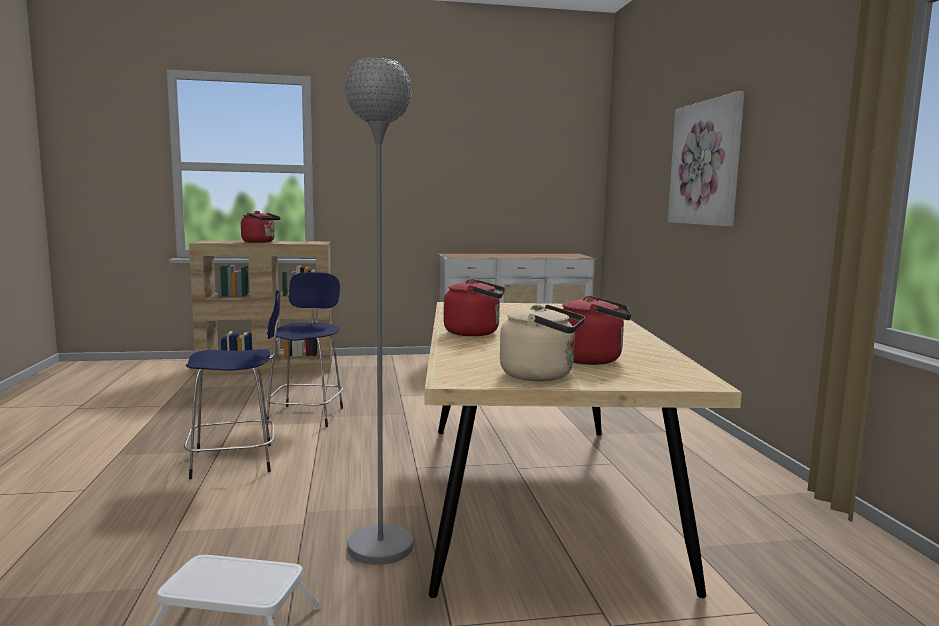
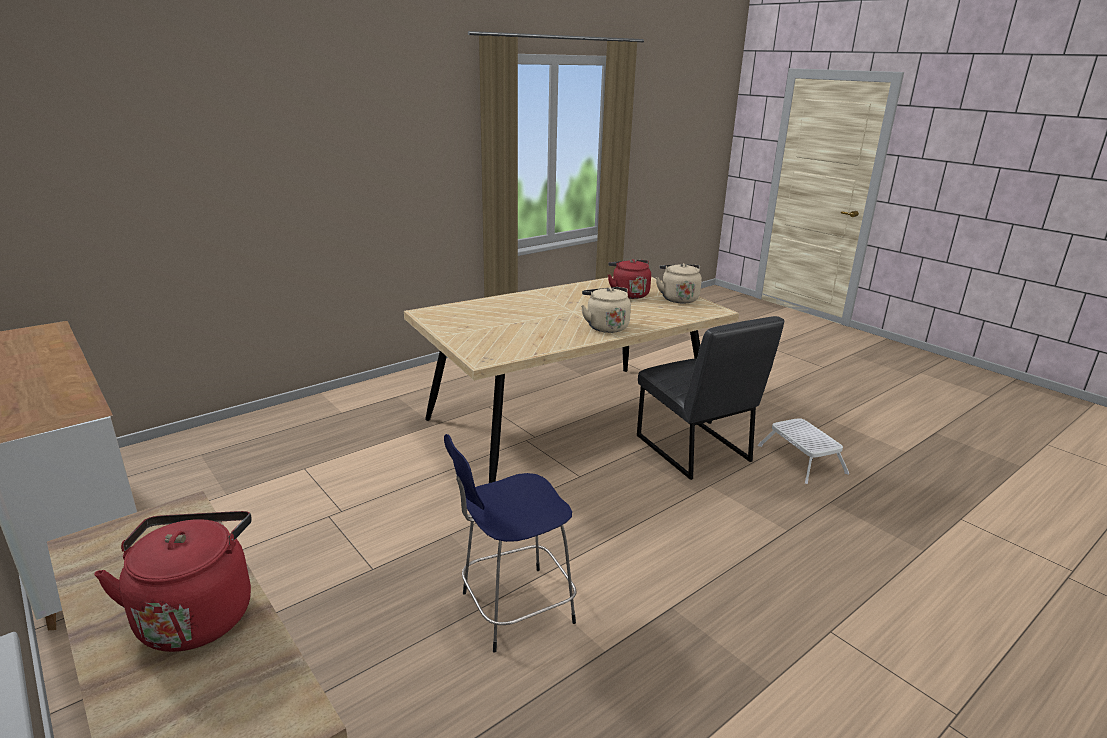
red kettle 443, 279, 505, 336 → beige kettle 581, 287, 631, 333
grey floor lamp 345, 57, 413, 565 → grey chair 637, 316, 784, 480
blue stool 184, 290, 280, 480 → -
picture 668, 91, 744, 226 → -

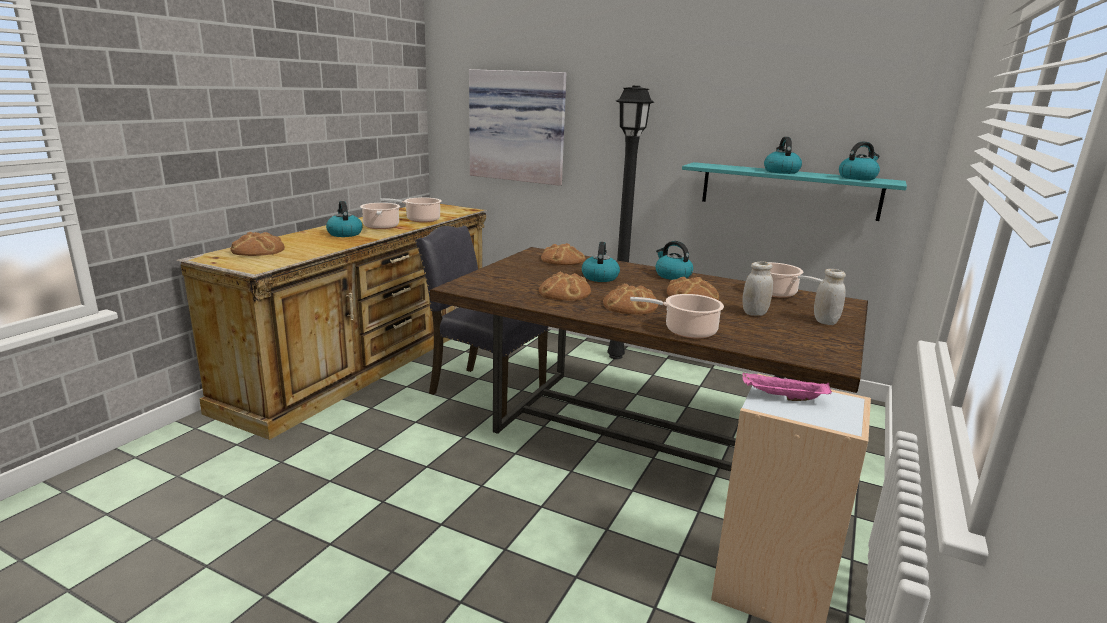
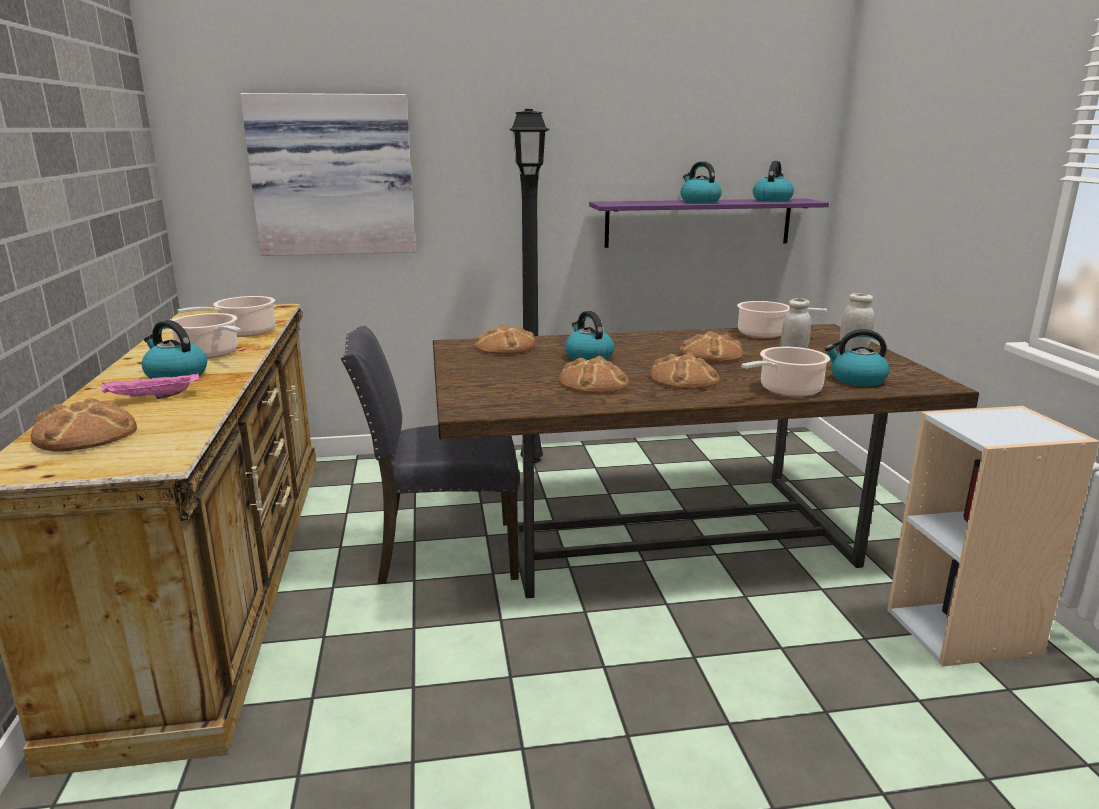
pink tray 742, 372, 832, 401 → pink tray 101, 372, 199, 399, shifted
turquoise shelf 682, 162, 907, 221 → purple shelf 589, 199, 829, 248
kettle 655, 241, 693, 280 → kettle 825, 329, 889, 387, shifted

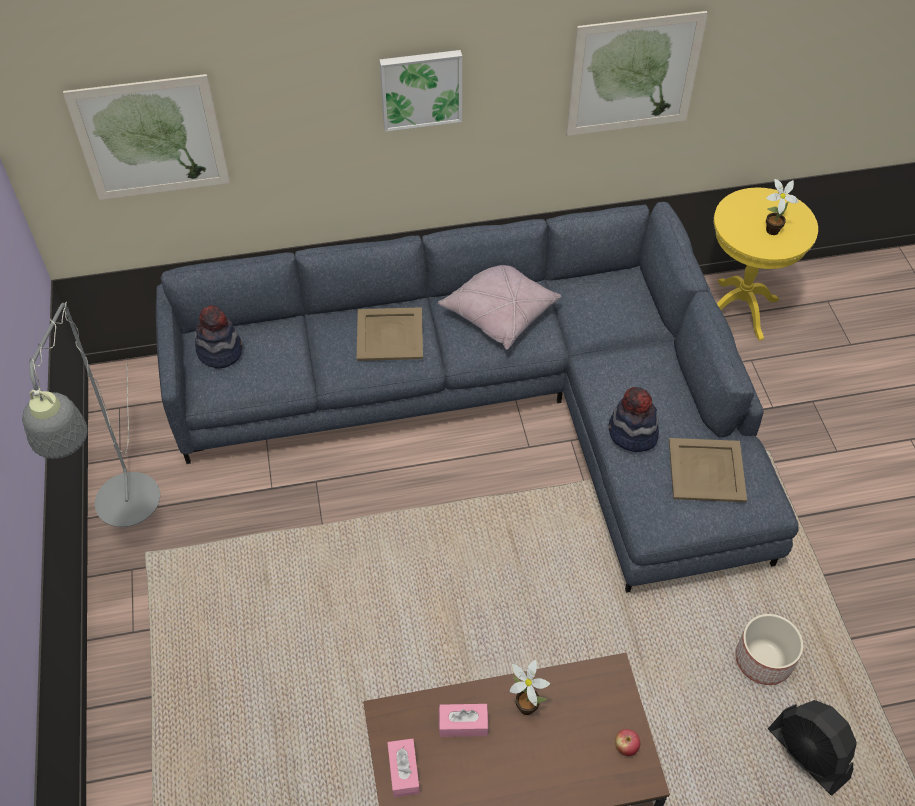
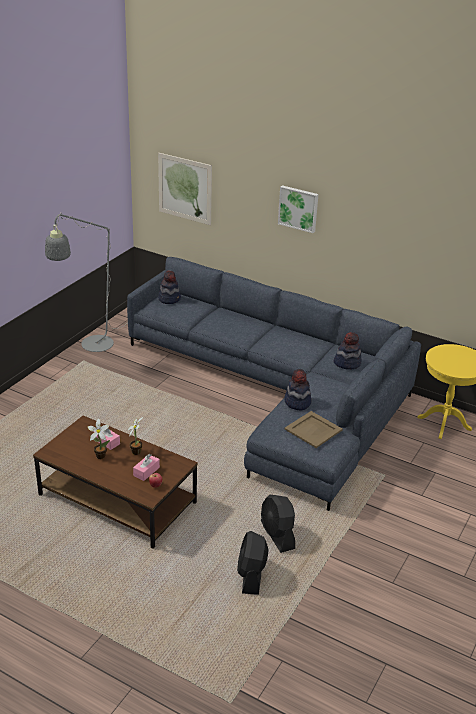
potted plant 766, 179, 799, 235 → potted plant 88, 418, 110, 459, shifted
pink tissue box 387, 738, 420, 797 → pink tissue box 133, 454, 160, 481, shifted
planter 736, 614, 803, 685 → black fan 261, 494, 295, 553
- → hat 334, 332, 361, 369
beige tray 357, 307, 423, 361 → -
purple pillow 438, 265, 561, 350 → -
picture 567, 11, 708, 136 → -

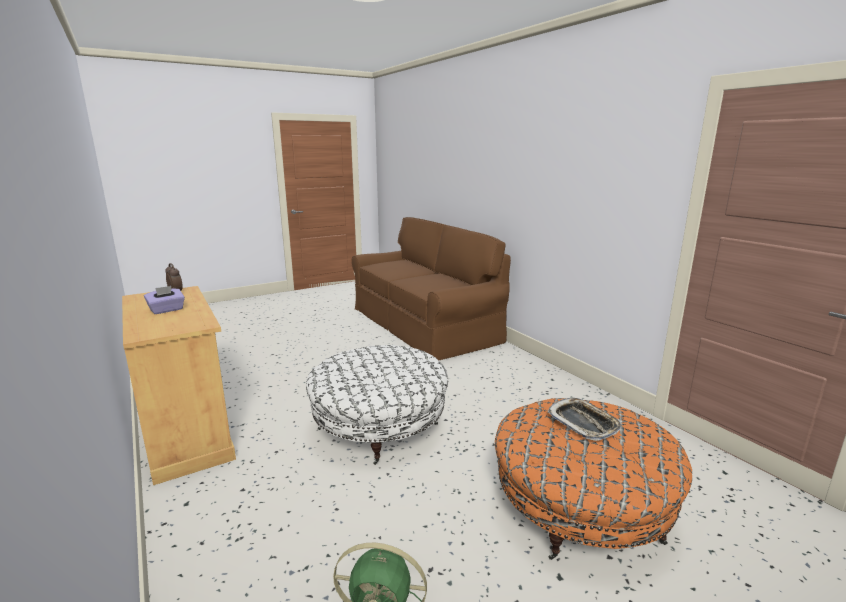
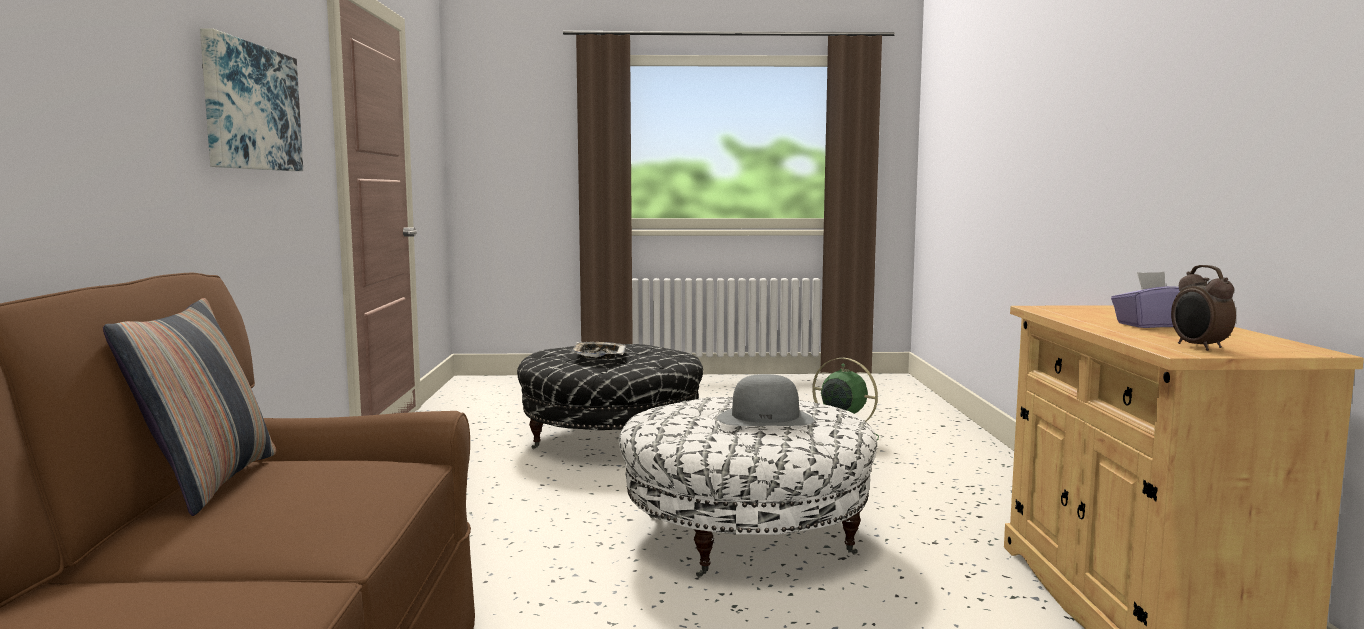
- → pillow 103, 298, 276, 516
- → picture 200, 28, 303, 171
orange ottoman 495, 398, 692, 560 → black ottoman 517, 344, 703, 449
- → grey hat 717, 374, 814, 426

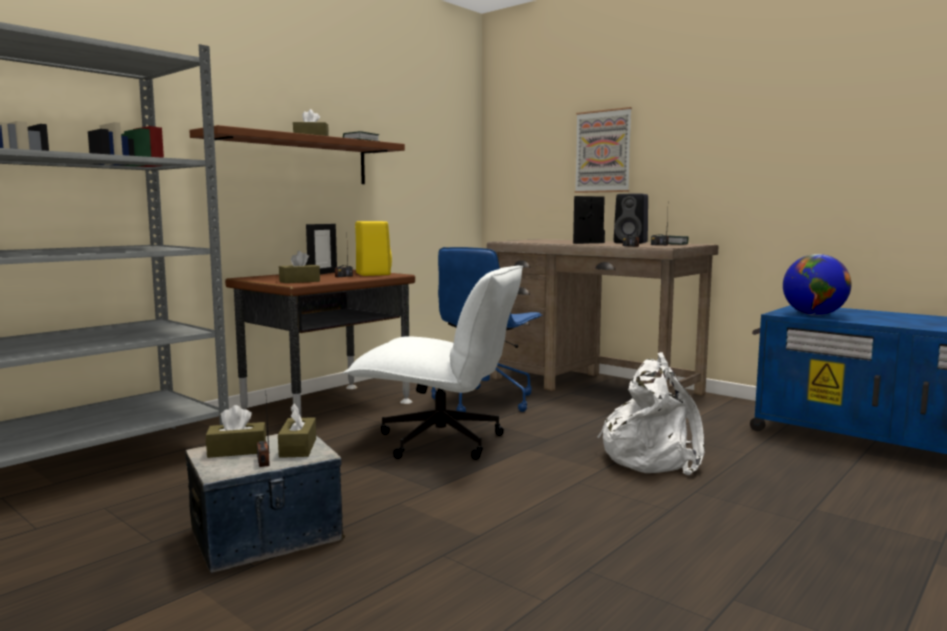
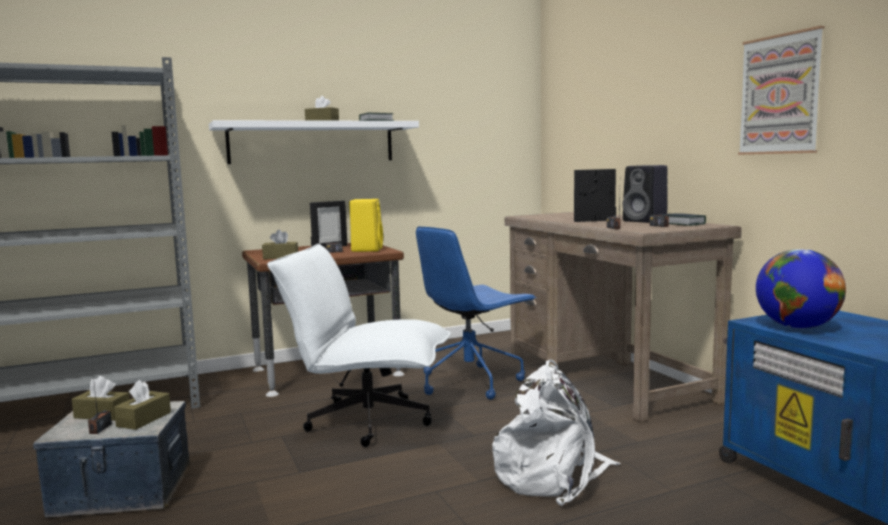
brown shelf 189, 125, 405, 184 → white shelf 209, 120, 419, 164
white office chair 343, 266, 523, 460 → white office chair 267, 244, 451, 447, 150 degrees clockwise
picture 575, 107, 632, 193 → picture 738, 26, 824, 155, shifted

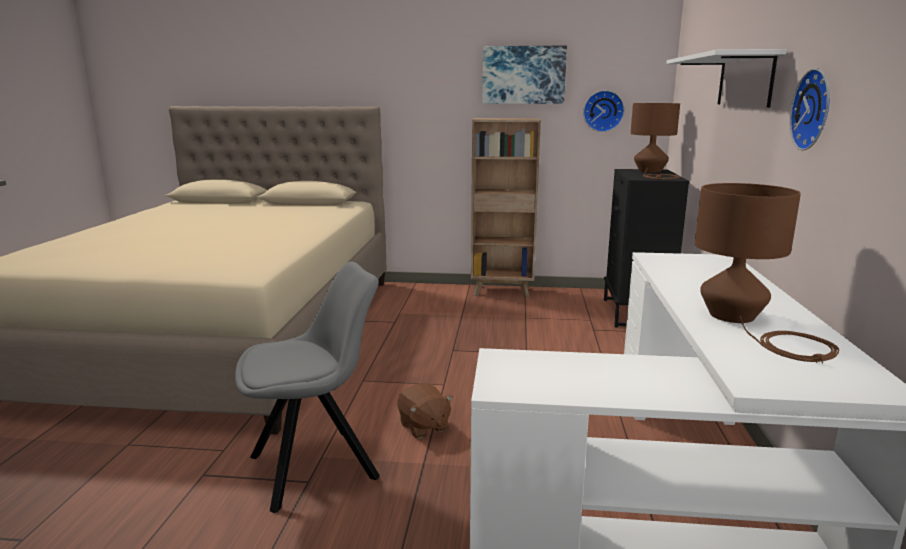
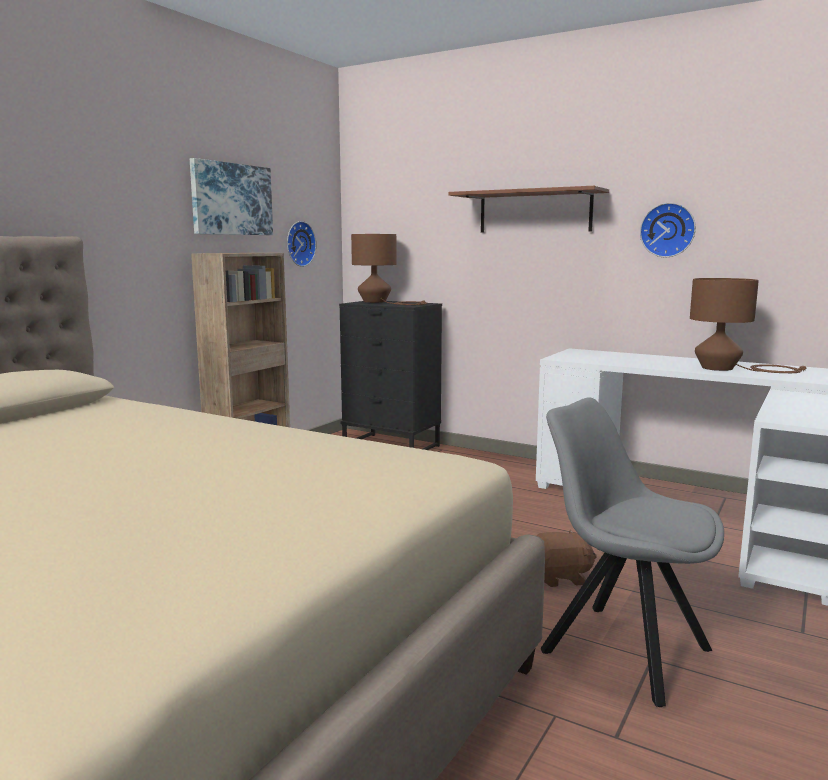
white shelf 666, 49, 787, 108 → brown shelf 449, 186, 609, 233
grey chair 235, 262, 380, 513 → grey chair 541, 397, 724, 707, 45 degrees counterclockwise

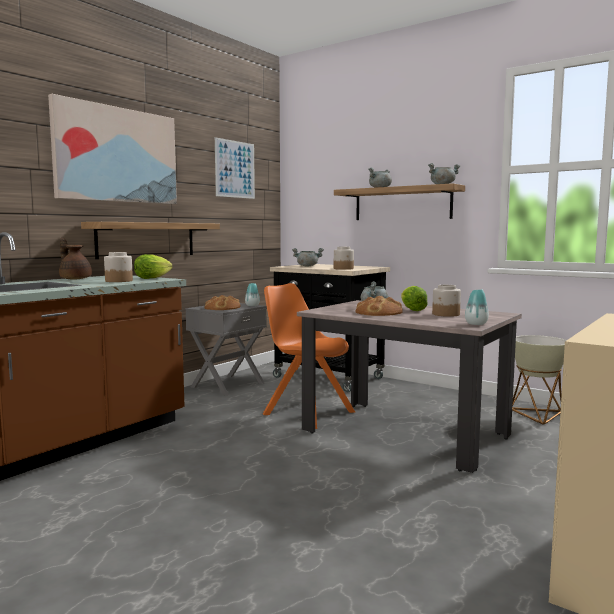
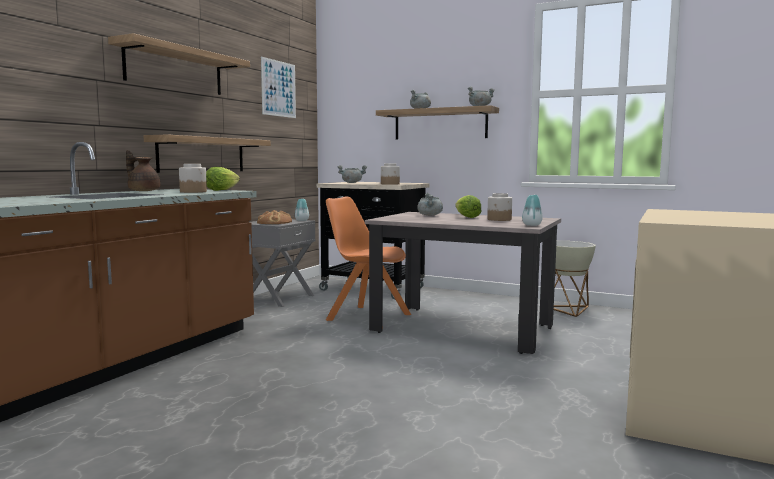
picture 48, 94, 177, 204 → shelf 108, 33, 250, 95
bread 355, 296, 403, 316 → -

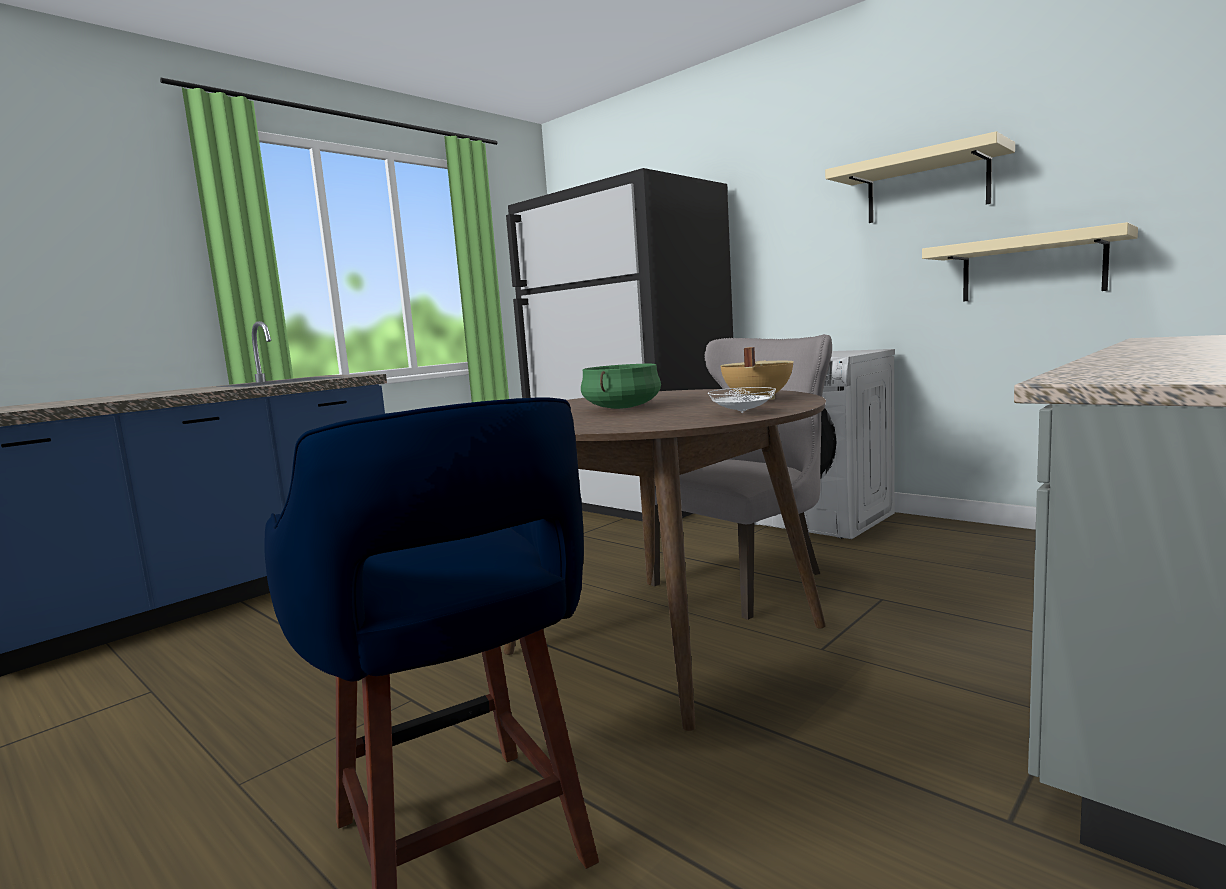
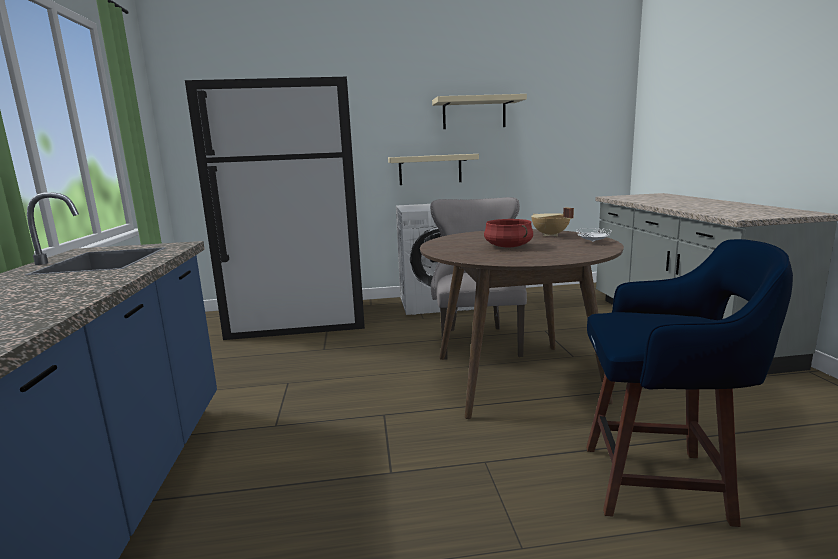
beige shelf 922, 222, 1138, 302 → beige shelf 388, 154, 479, 185, shifted
green cooking pot 581, 364, 661, 409 → red cooking pot 484, 219, 533, 248

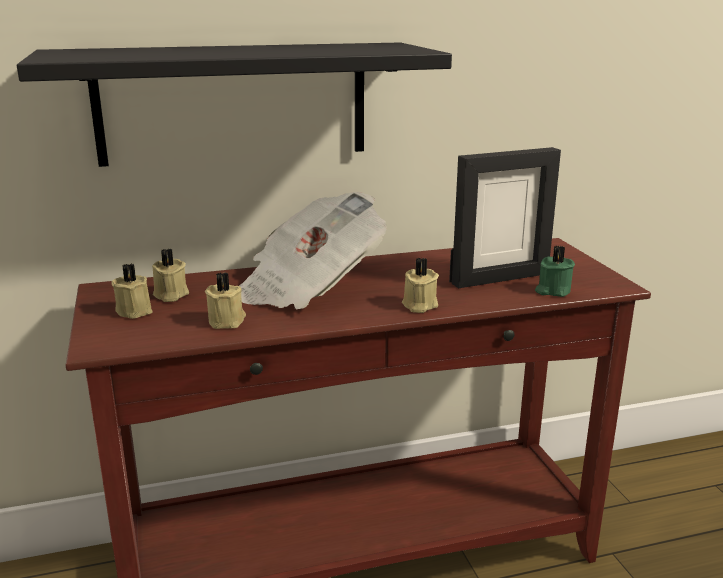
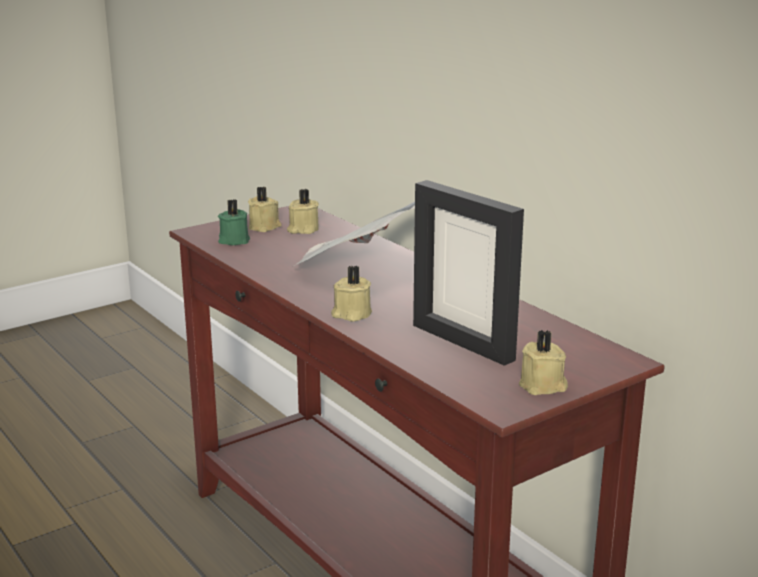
green candle 535, 246, 575, 297 → green candle 218, 199, 250, 245, shifted
beige candle 205, 272, 246, 329 → beige candle 519, 330, 568, 395, shifted
black shelf 17, 42, 452, 167 → -

